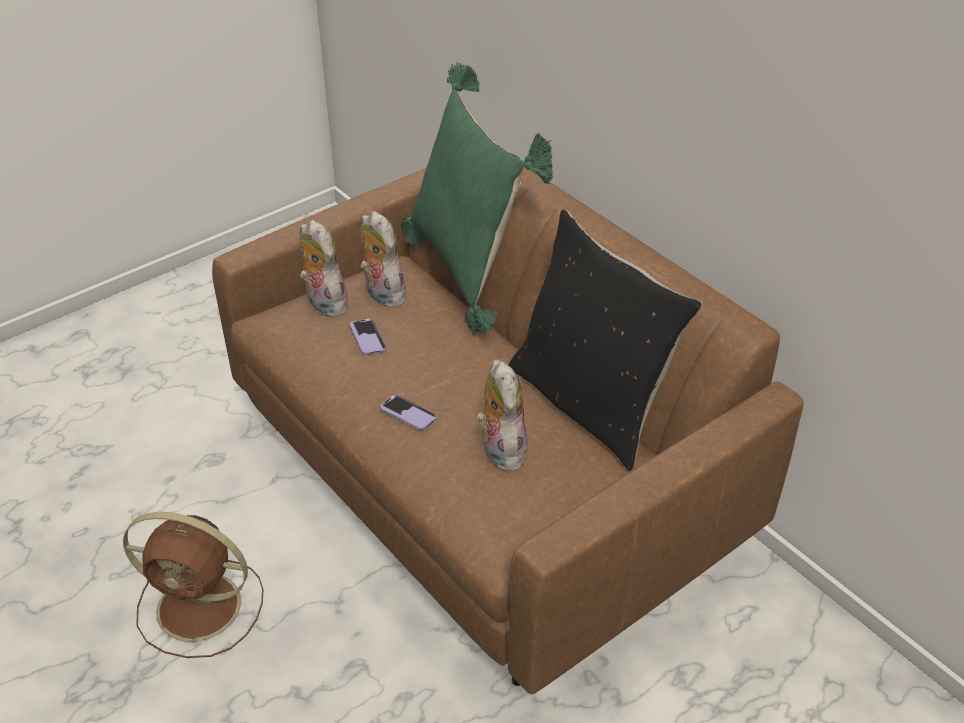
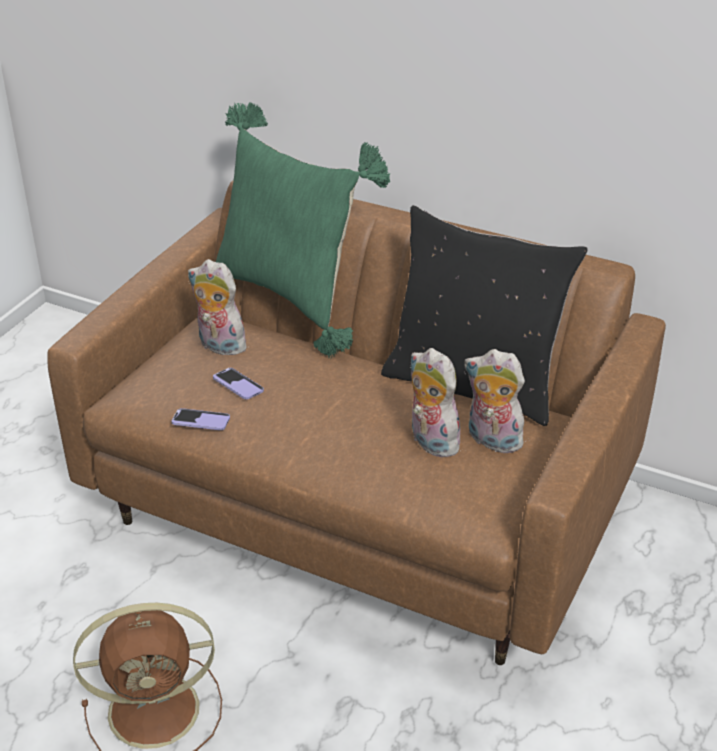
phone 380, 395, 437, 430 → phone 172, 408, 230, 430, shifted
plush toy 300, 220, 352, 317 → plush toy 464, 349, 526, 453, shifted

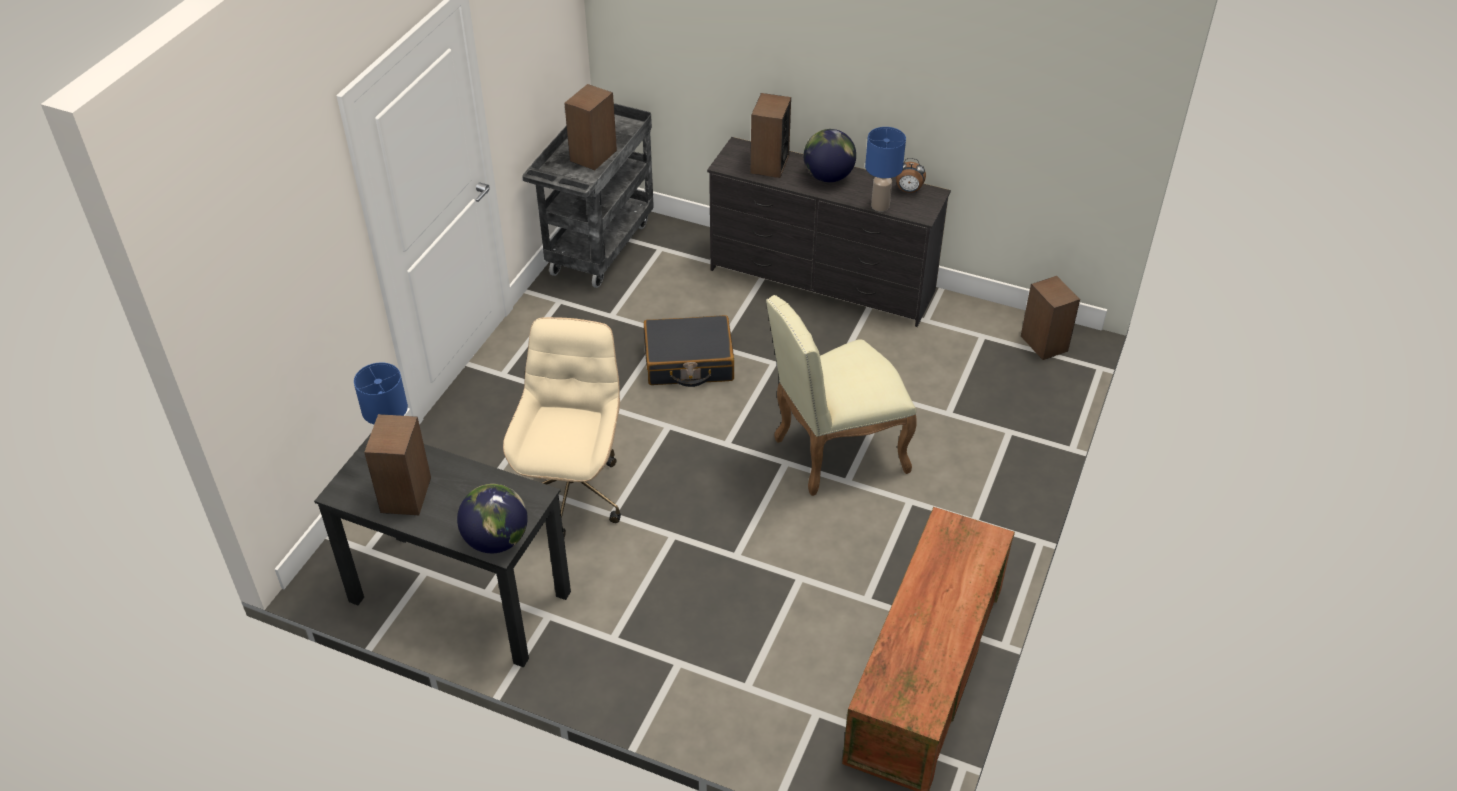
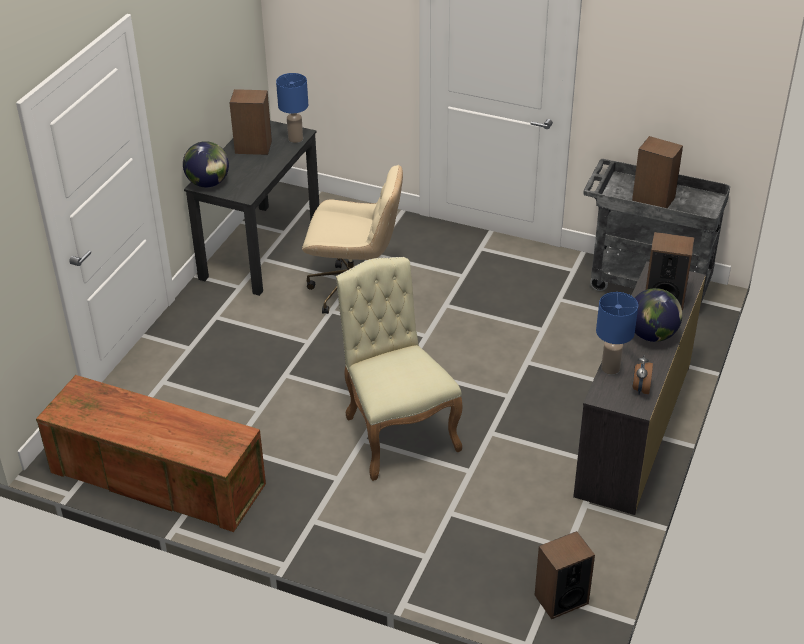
black suitcase 644, 315, 734, 387 → -

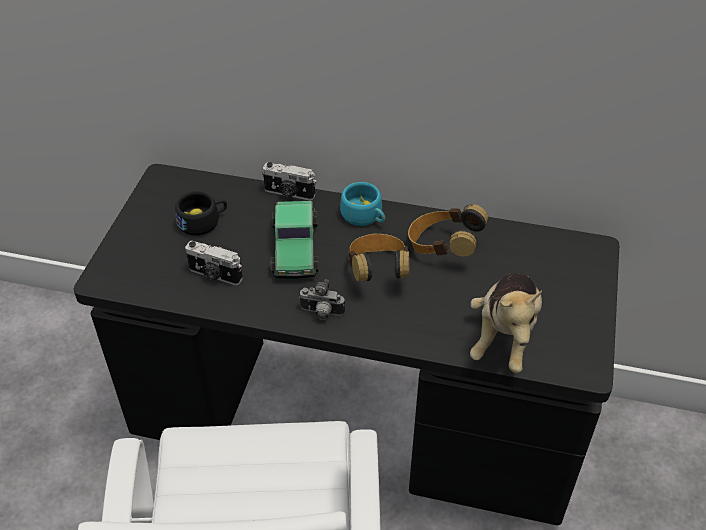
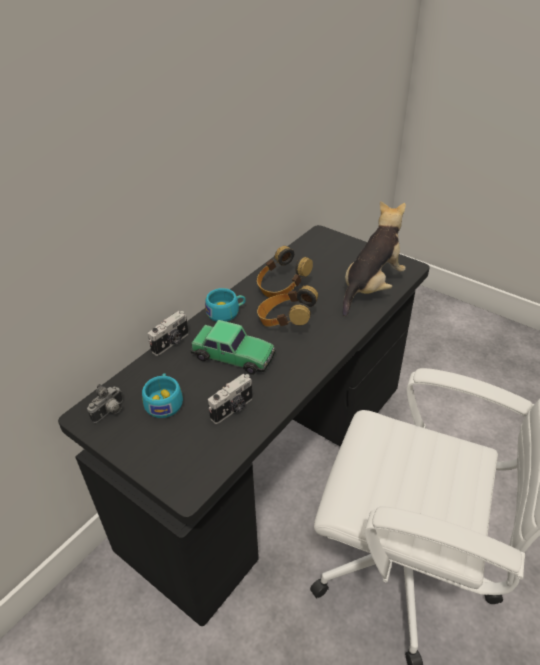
photo camera 299, 279, 345, 320 → photo camera 87, 384, 123, 423, shifted
black cup 175, 191, 227, 236 → turquoise cup 142, 373, 183, 418
plush toy 470, 273, 542, 373 → plush toy 343, 201, 406, 317, 90 degrees counterclockwise

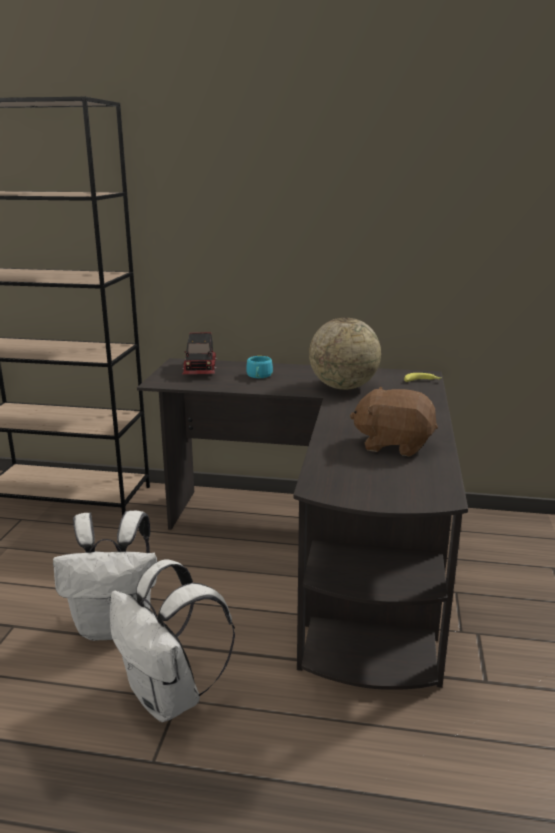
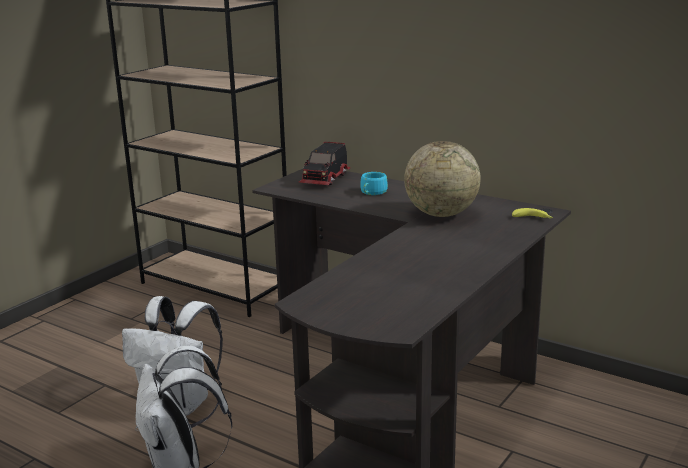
brown plush toy 350, 387, 438, 456 → -

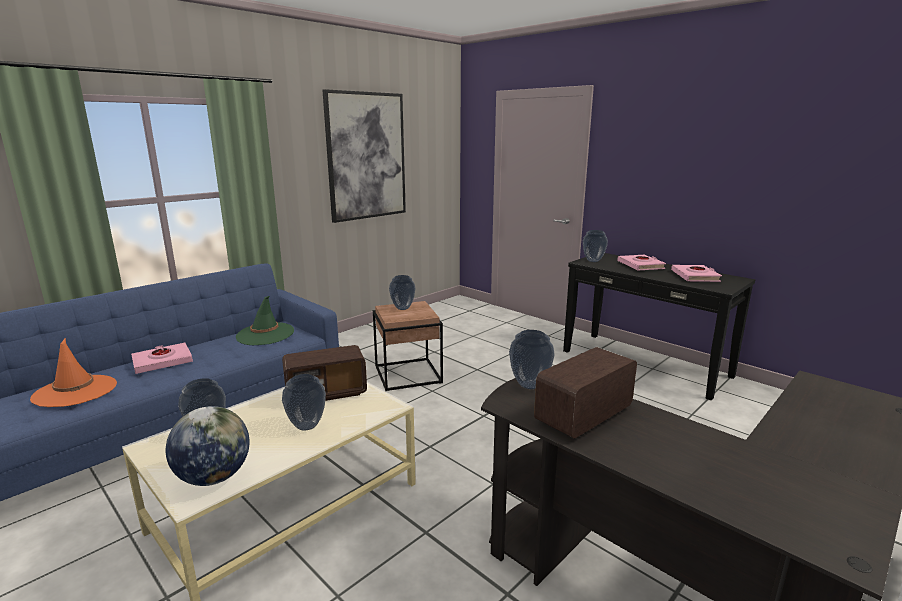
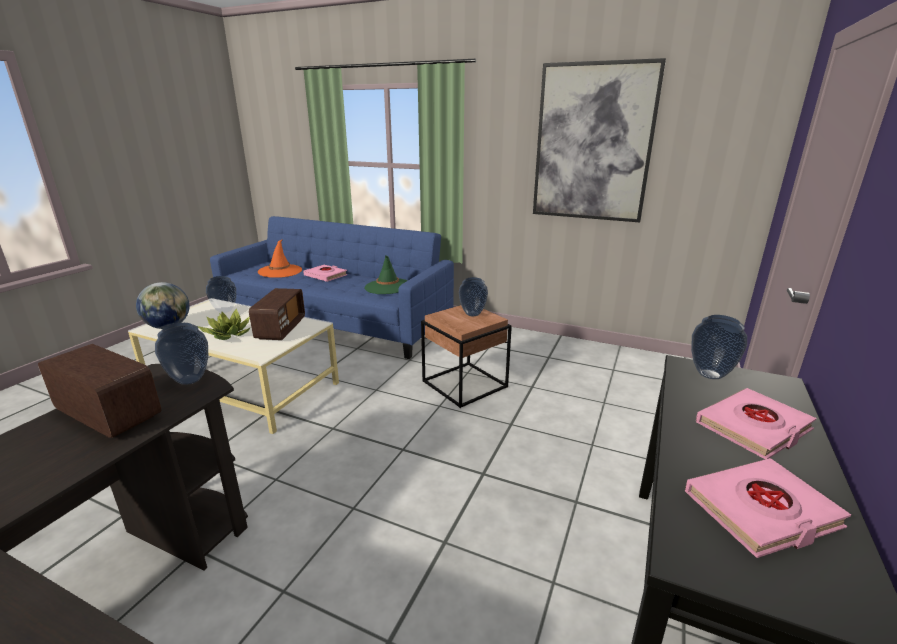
vase 282, 374, 326, 431 → potted plant 197, 308, 250, 340
radio 282, 345, 367, 401 → radio 249, 288, 305, 340, 135 degrees counterclockwise

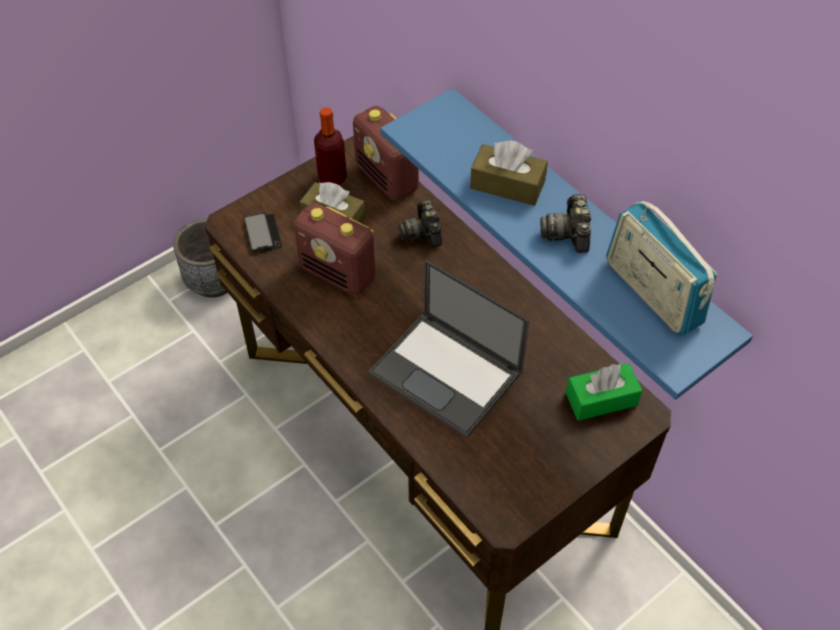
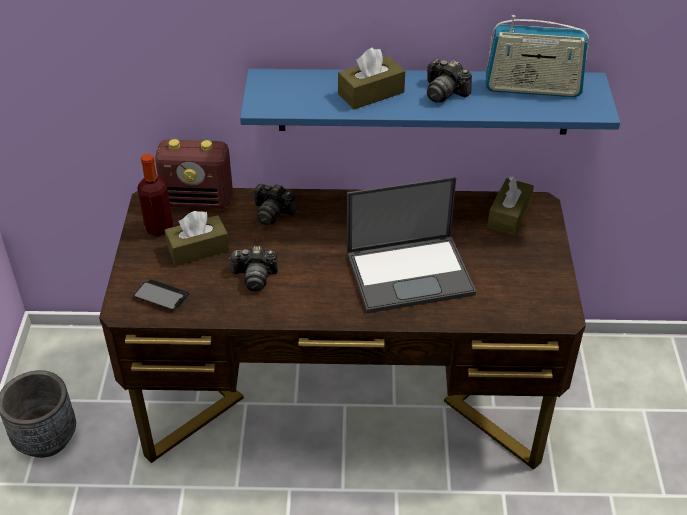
radio 293, 203, 375, 296 → photo camera 228, 246, 278, 291
green tissue box 566, 363, 643, 421 → brown tissue box 487, 176, 534, 235

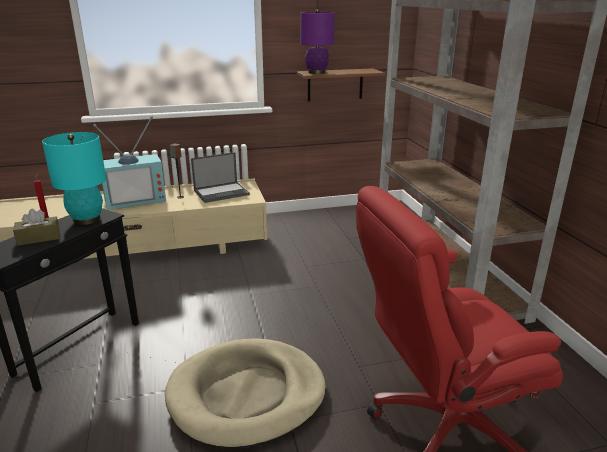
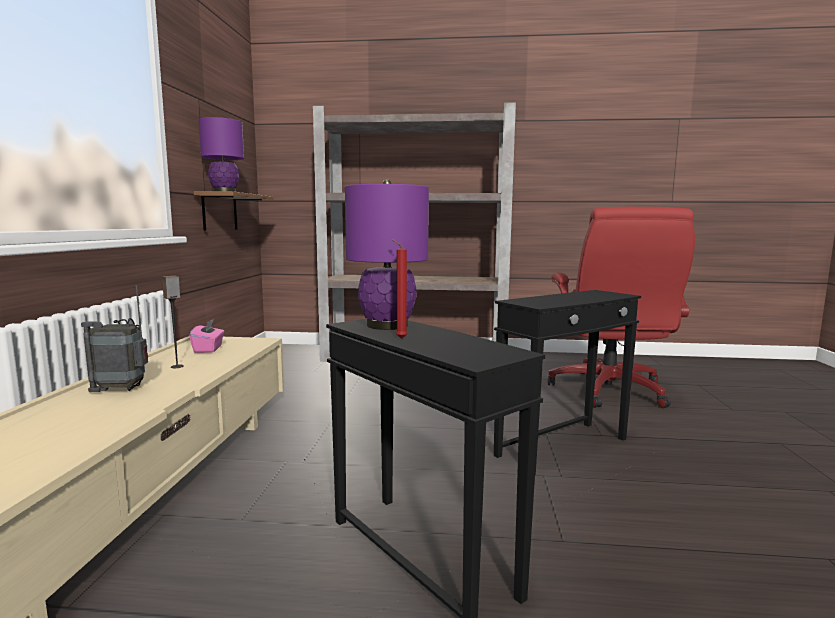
television 93, 116, 166, 210 → radio 81, 285, 148, 392
laptop 191, 152, 250, 203 → pink tissue box 189, 319, 224, 353
turquoise table lamp 42, 132, 106, 225 → purple table lamp 345, 180, 429, 330
beige dog bed 165, 338, 326, 449 → black side table 494, 290, 641, 475
brown tissue box 13, 209, 60, 246 → -

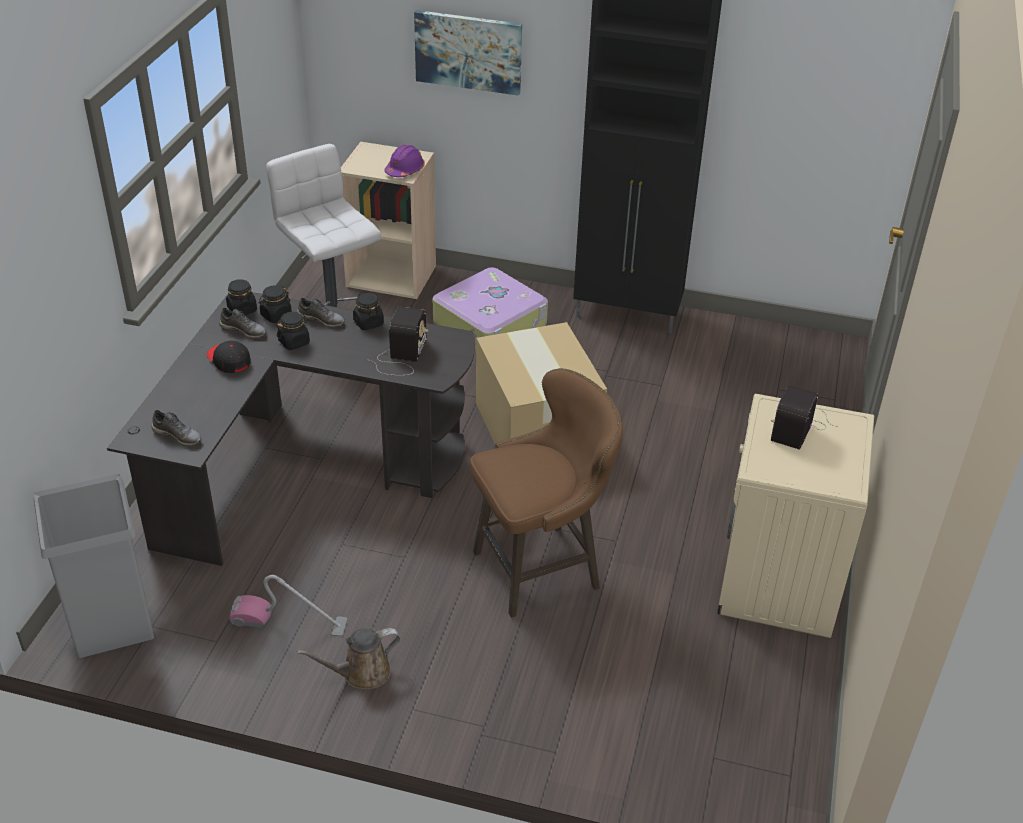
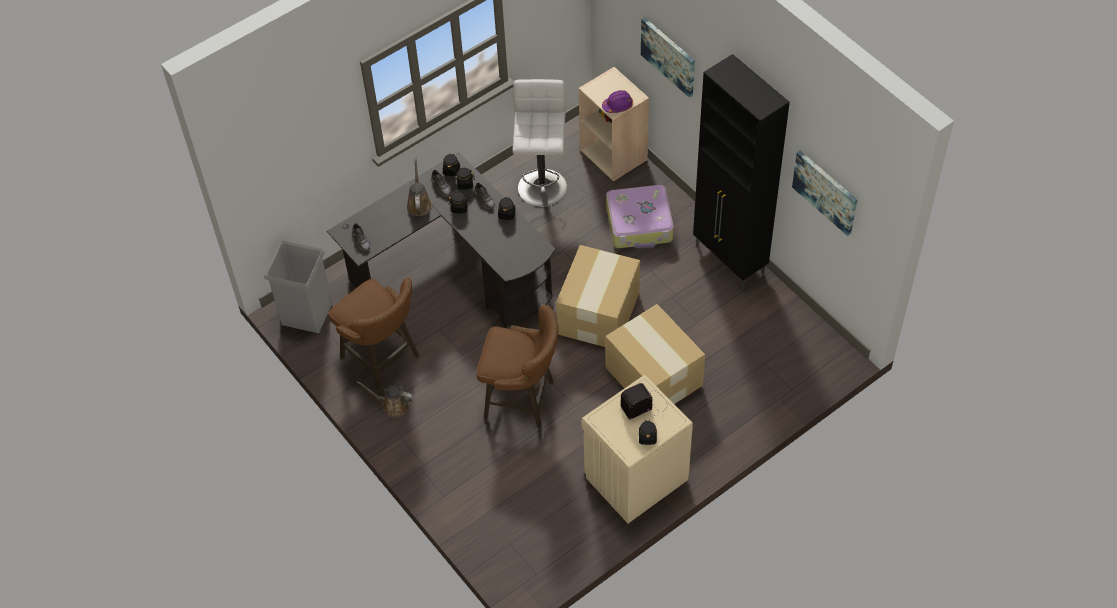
vacuum cleaner 229, 575, 348, 637 → brown stool 328, 277, 419, 390
black cap 207, 340, 251, 373 → brown watering can 407, 157, 432, 216
- → cardboard box 605, 304, 705, 404
- → black jar 639, 420, 657, 445
- → picture 792, 151, 858, 236
radio 369, 306, 429, 376 → -

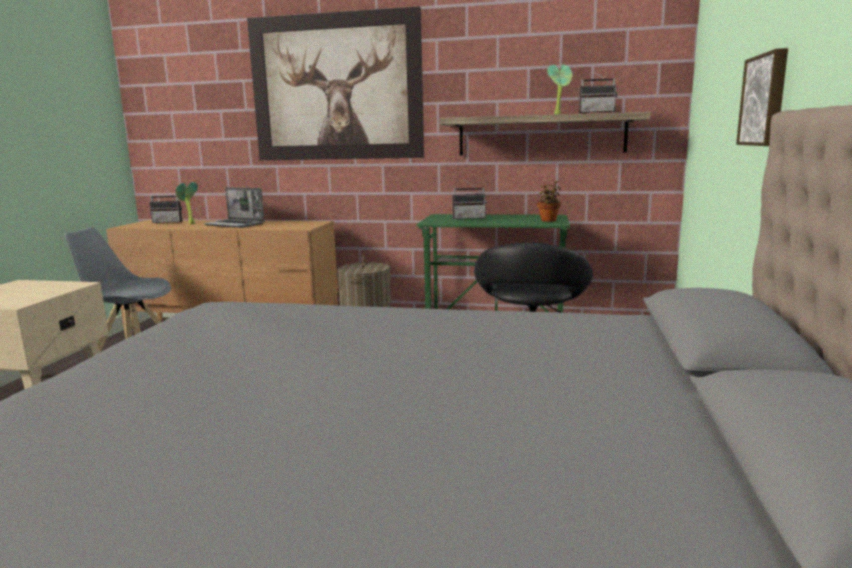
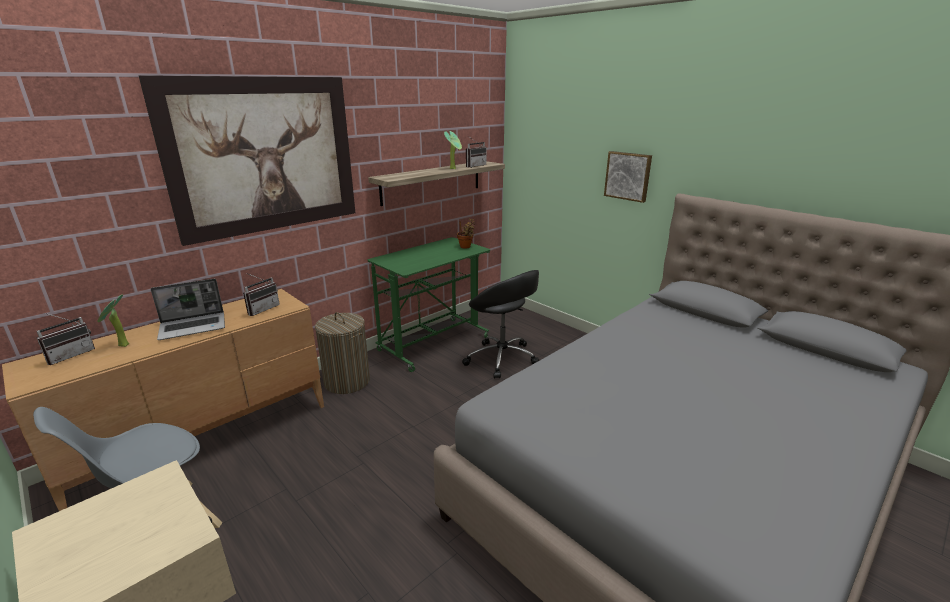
radio 452, 179, 487, 220 → radio 243, 273, 280, 316, shifted

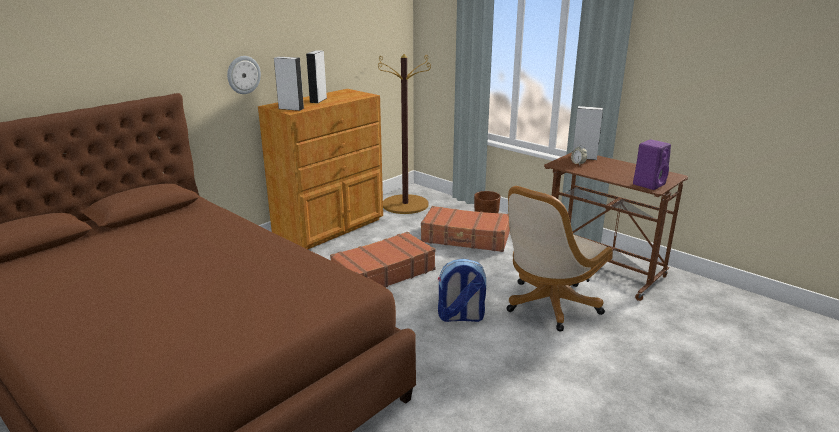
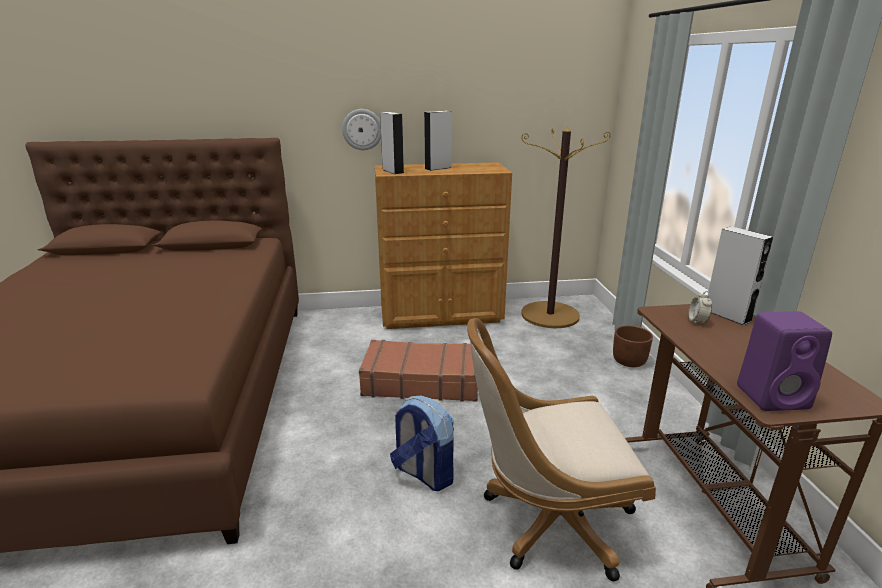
brown suitcase 421, 206, 510, 252 → -

